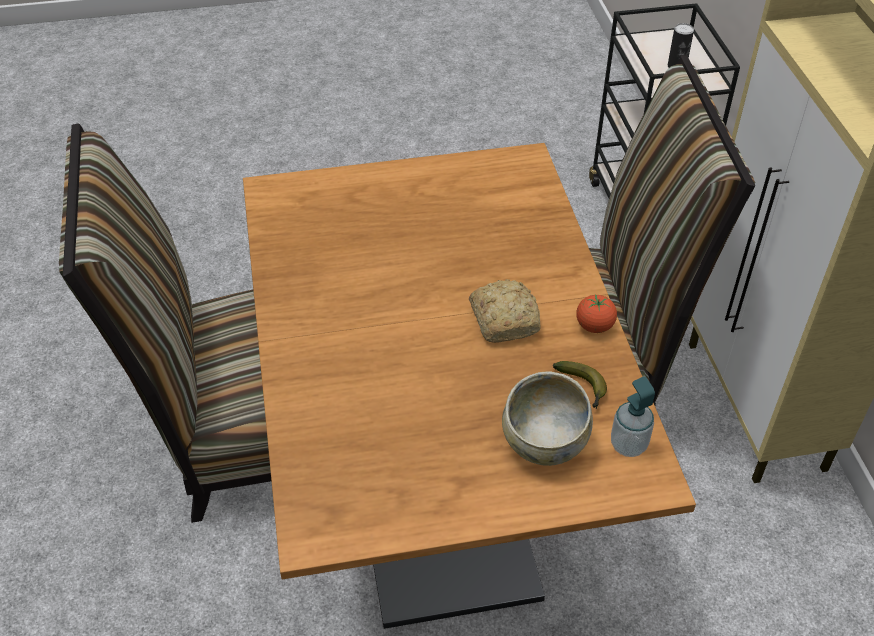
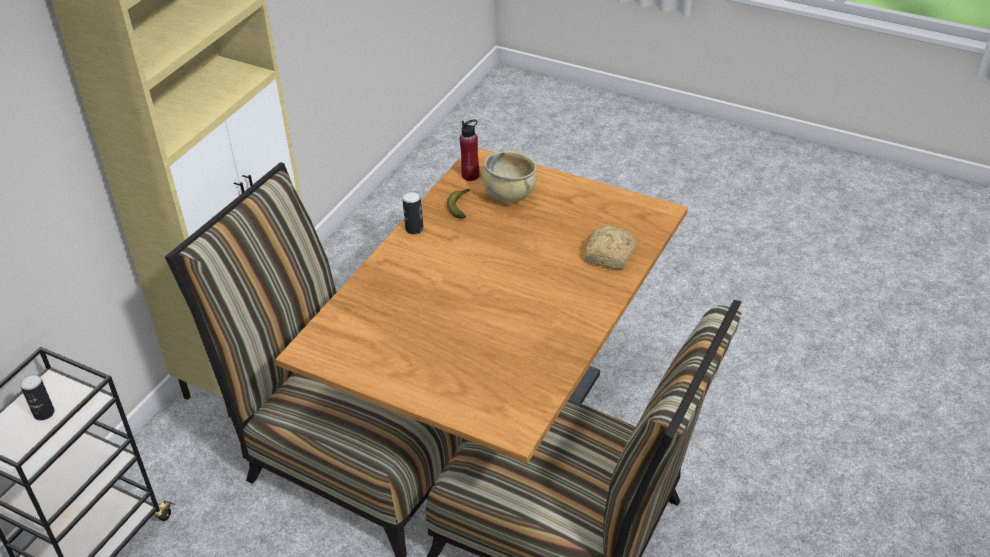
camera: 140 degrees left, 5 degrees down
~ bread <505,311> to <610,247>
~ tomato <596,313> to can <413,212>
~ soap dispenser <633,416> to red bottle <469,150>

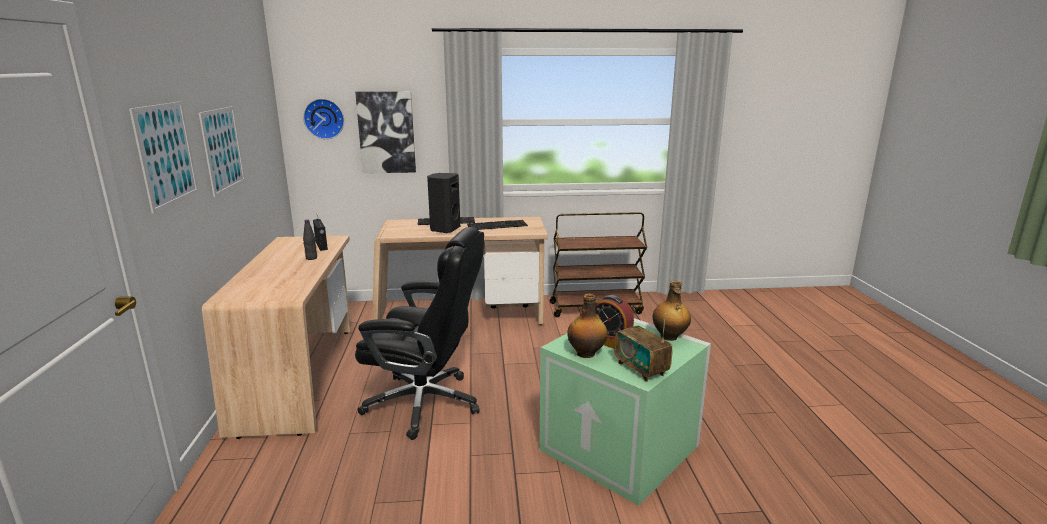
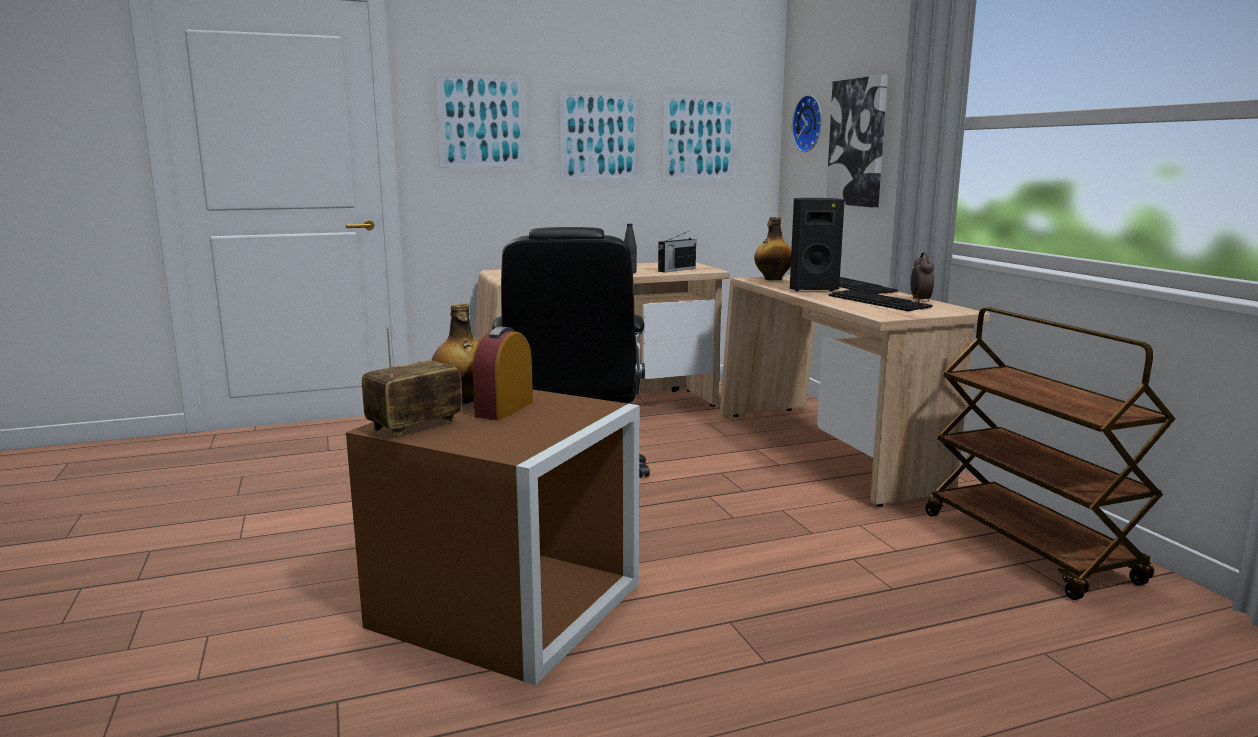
camera: 75 degrees right, 5 degrees down
~ green storage box <625,412> to brown storage box <492,537>
~ bottle <672,311> to <772,248>
+ picture <699,137>
+ alarm clock <922,277>

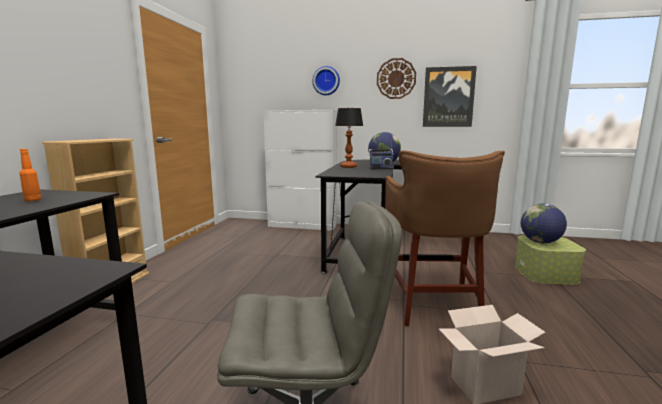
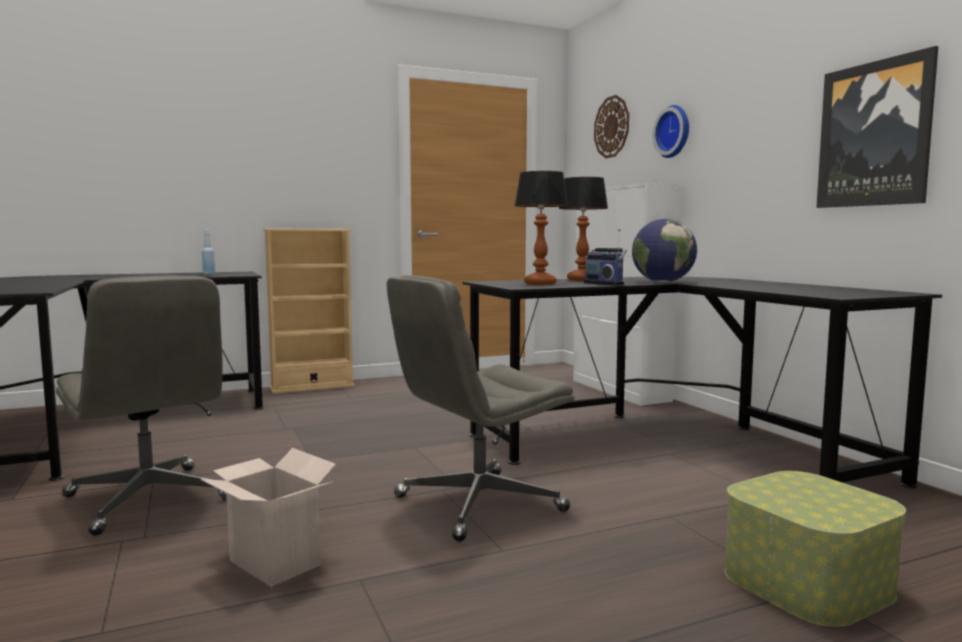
camera: 55 degrees right, 5 degrees down
~ orange bottle <30,175> to blue bottle <208,253>
~ wall clock <396,78> to <611,126>
~ brown stool <445,238> to grey office chair <481,408>
- globe <544,223>
+ table lamp <541,228>

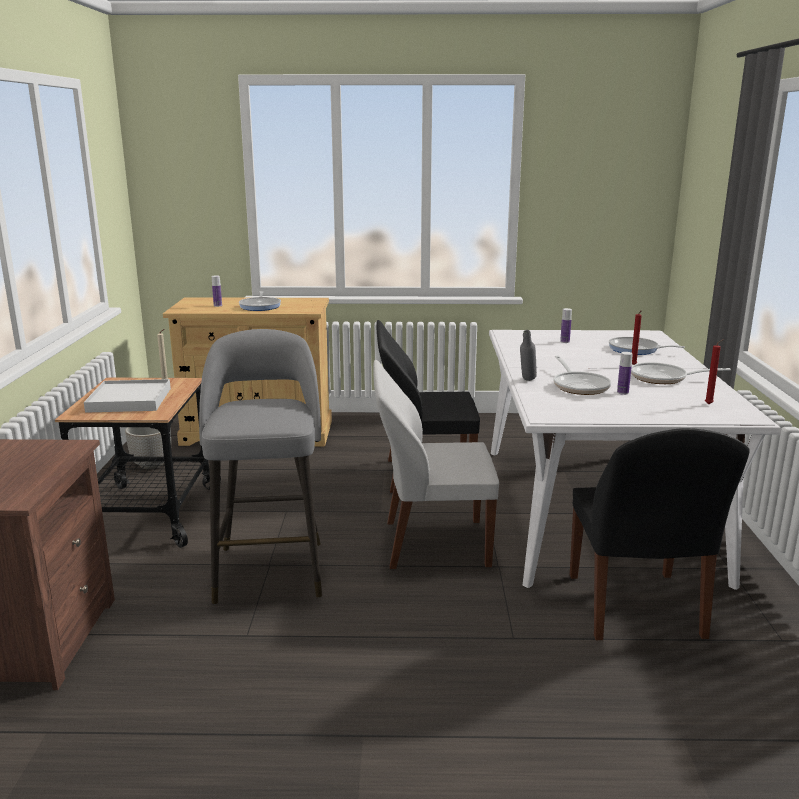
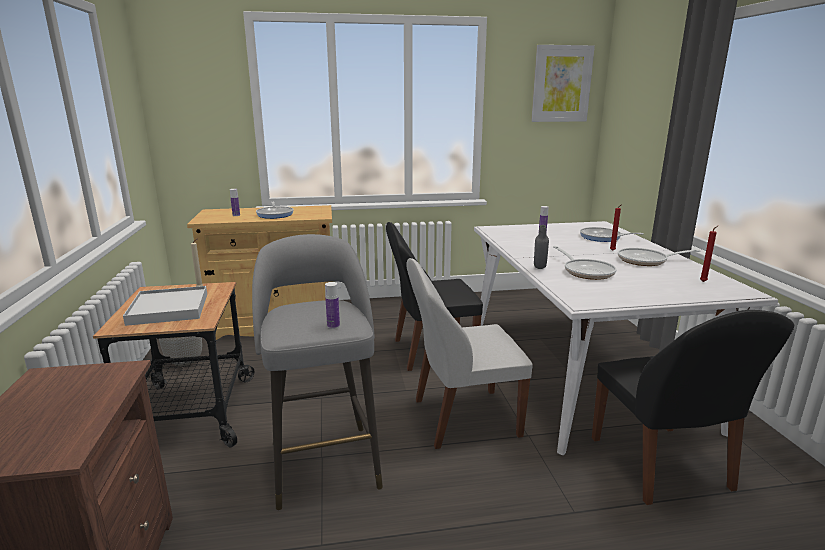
camera: 10 degrees left, 0 degrees up
~ bottle <625,373> to <332,305>
+ picture <563,83>

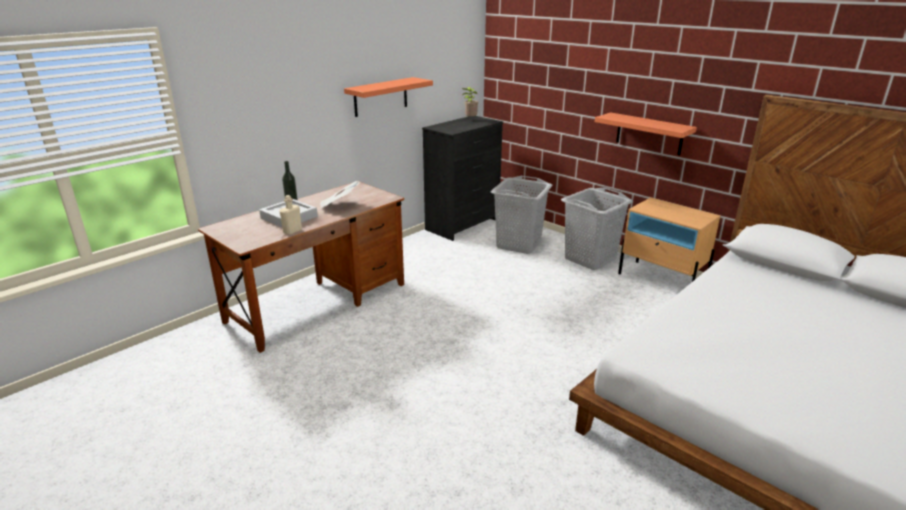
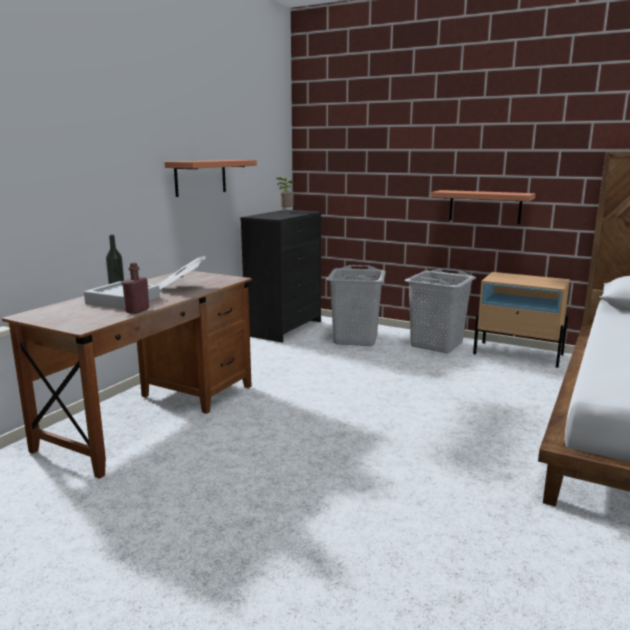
camera: 15 degrees left, 10 degrees down
~ beige bottle <290,215> to red bottle <135,288>

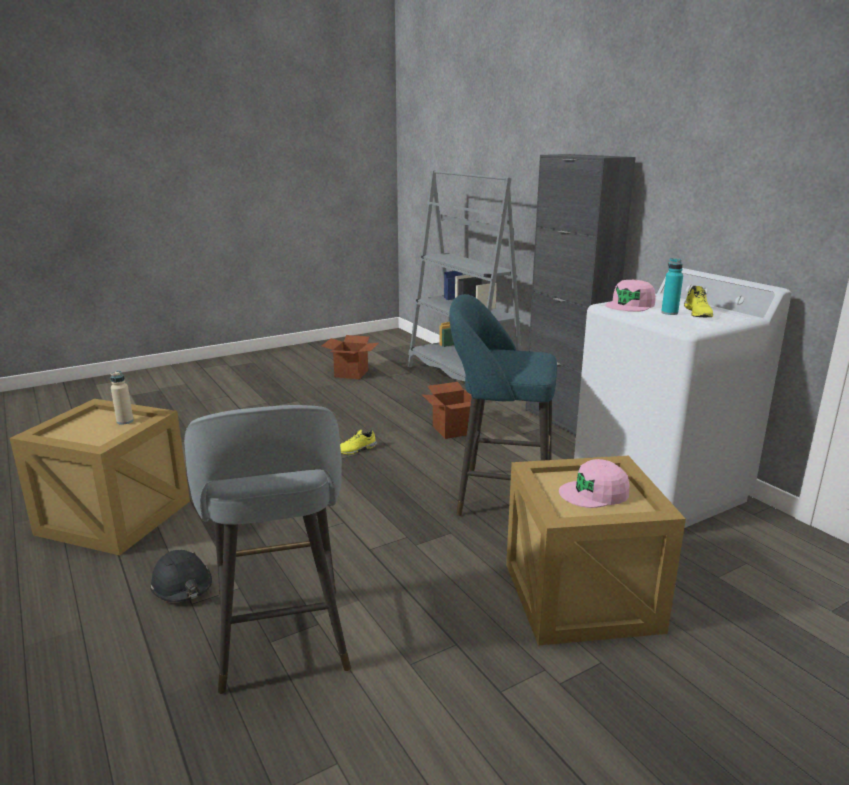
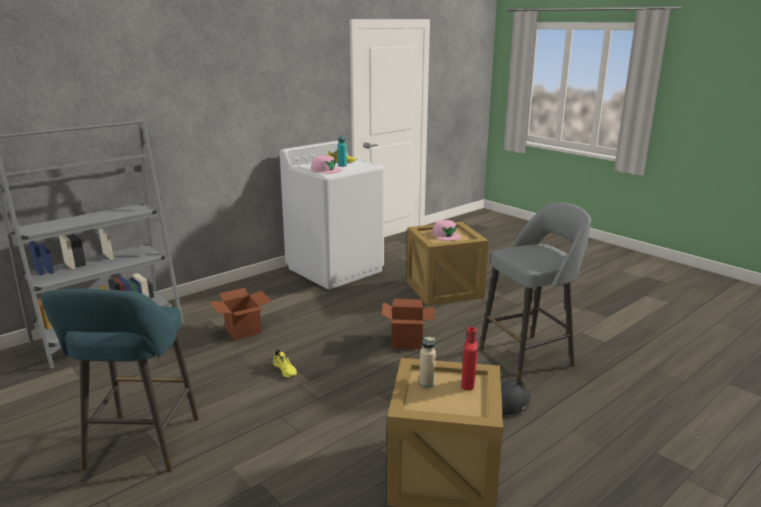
camera: 100 degrees left, 0 degrees up
~ cardboard box <350,357> to <408,324>
~ turquoise stool <503,405> to <120,380>
- black cabinet <580,294>
+ red bottle <469,359>

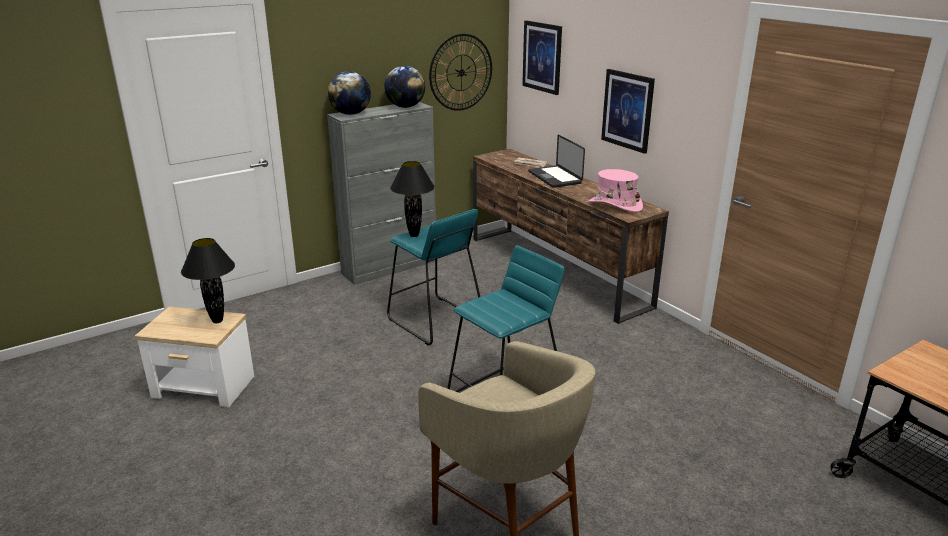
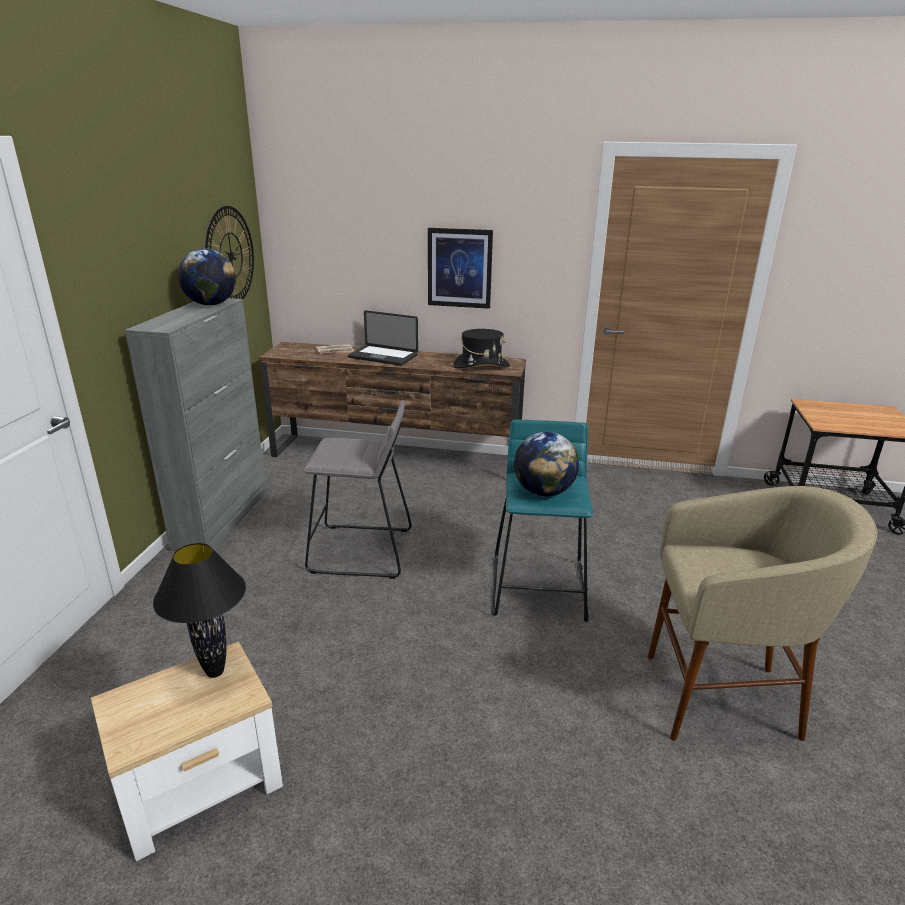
camera: 45 degrees left, 0 degrees up
~ globe <349,93> to <546,464>
~ turquoise stool <433,277> to grey stool <358,490>
- black table lamp <412,199>
- picture <542,57>
~ pink hat <616,190> to black hat <481,348>

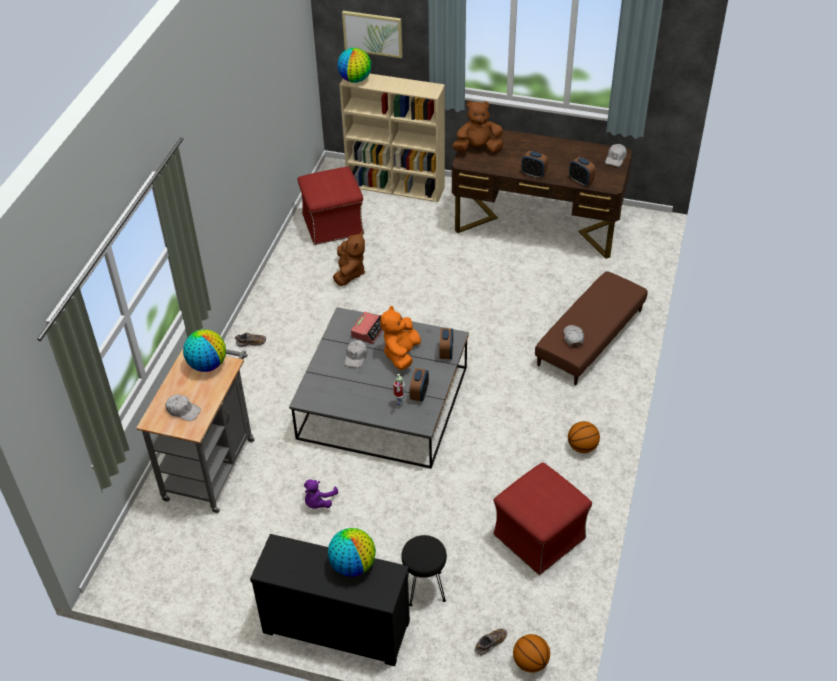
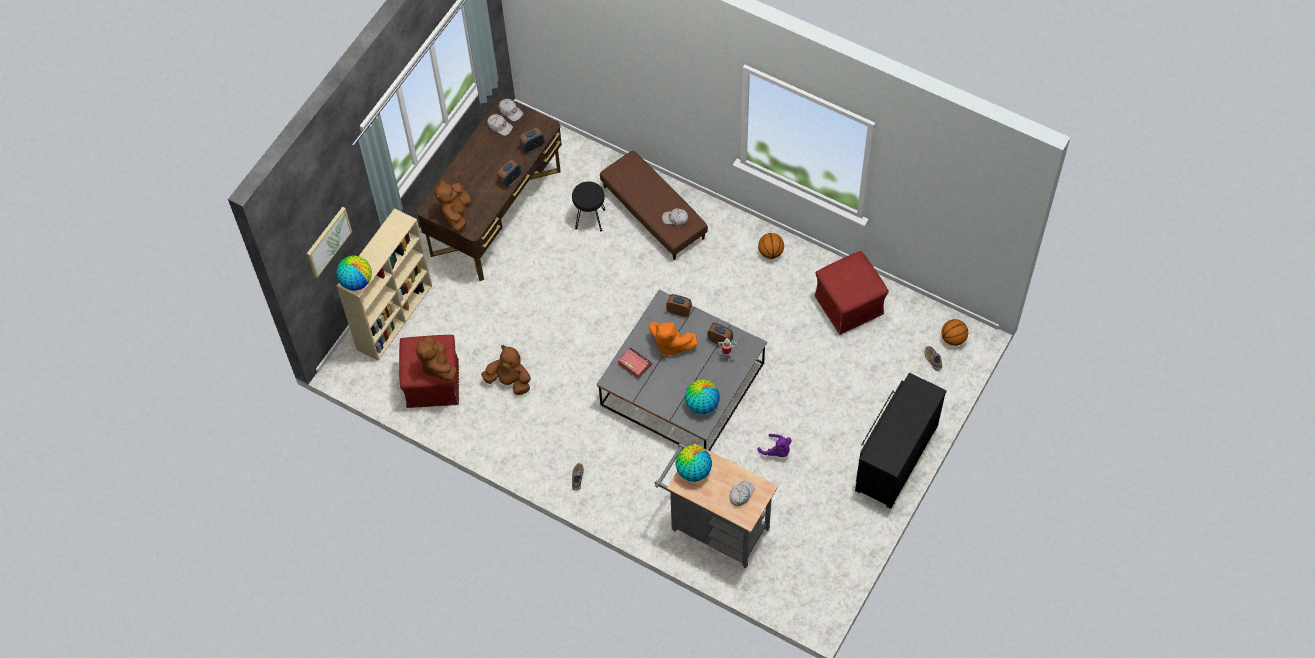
camera: 75 degrees left, 15 degrees up
~ globe <352,552> to <702,396>
~ white cap <356,354> to <500,125>
~ black stool <424,570> to <588,206>
+ brown plush toy <436,358>

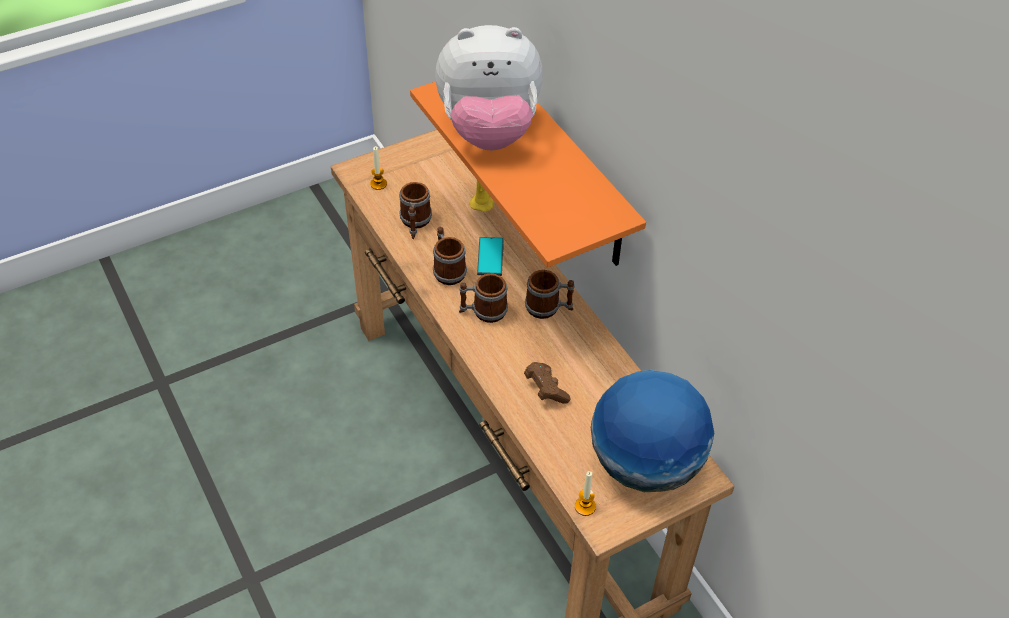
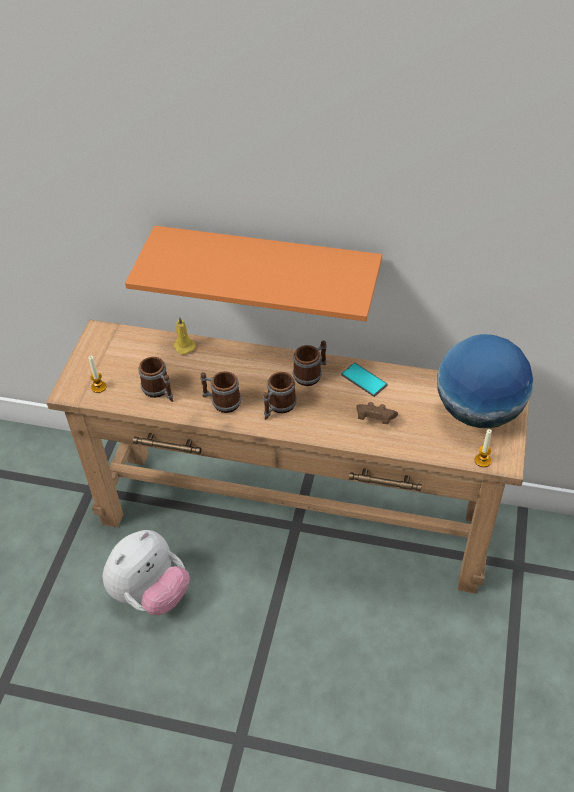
camera: 45 degrees left, 0 degrees up
~ plush toy <489,87> to <146,572>
~ phone <490,256> to <364,380>

